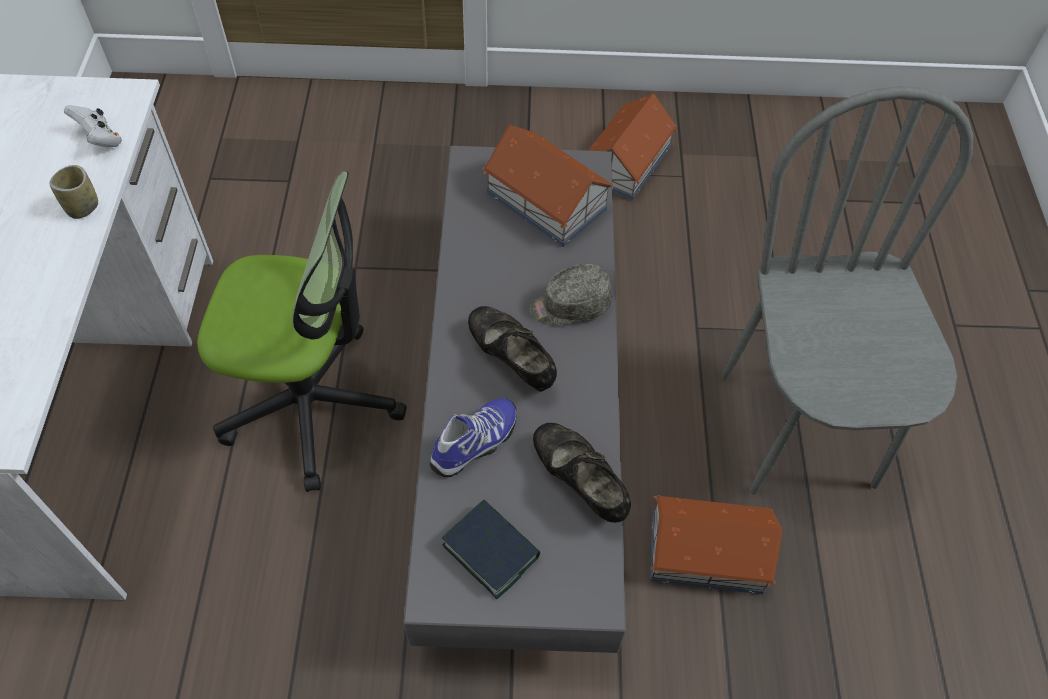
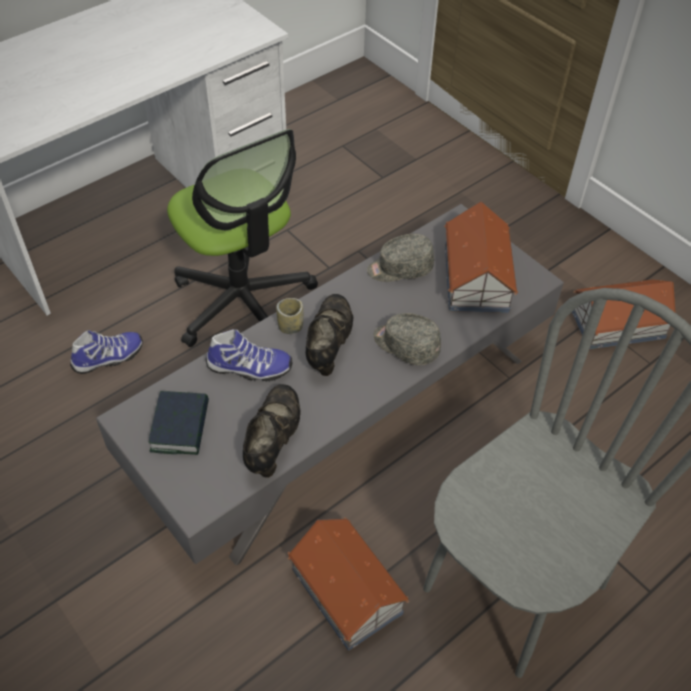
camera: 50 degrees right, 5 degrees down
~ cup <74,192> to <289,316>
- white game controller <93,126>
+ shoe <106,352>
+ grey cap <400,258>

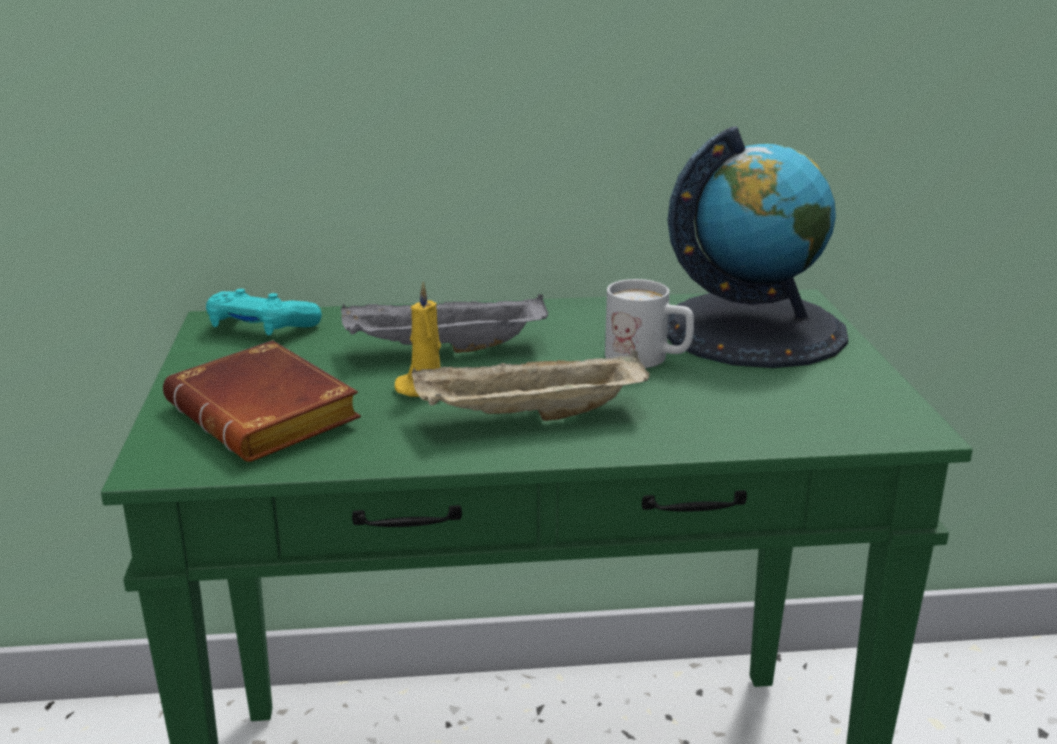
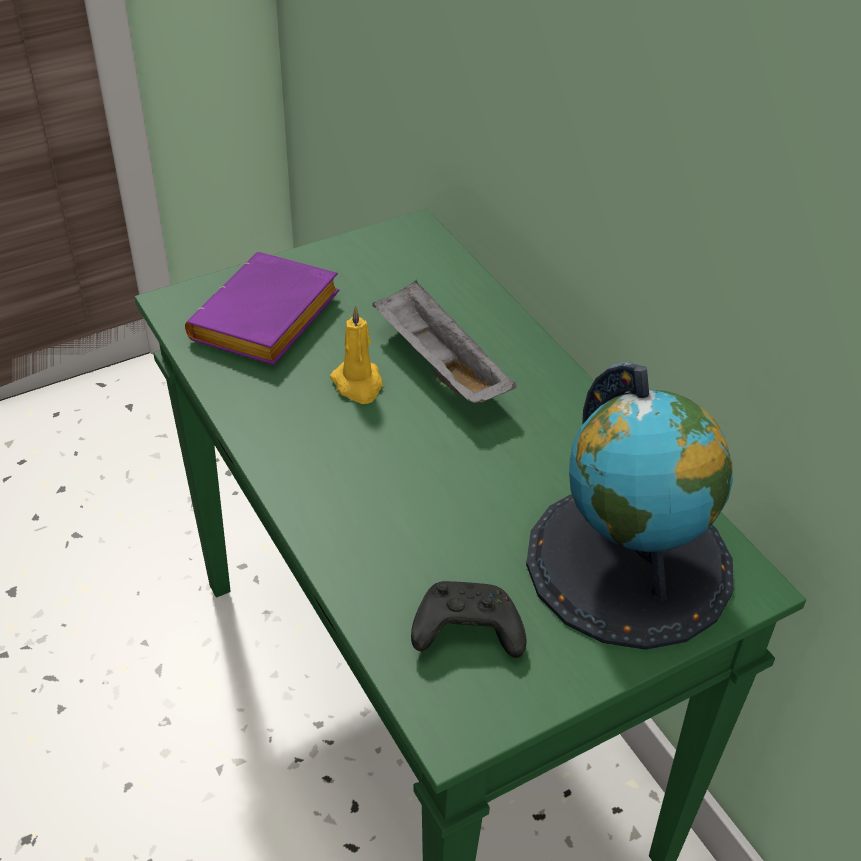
camera: 65 degrees right, 20 degrees up
~ brown book <262,401> to purple book <262,308>
- turquoise game controller <264,312>
- beige tray <530,385>
- white mug <649,323>
+ black game controller <469,619>

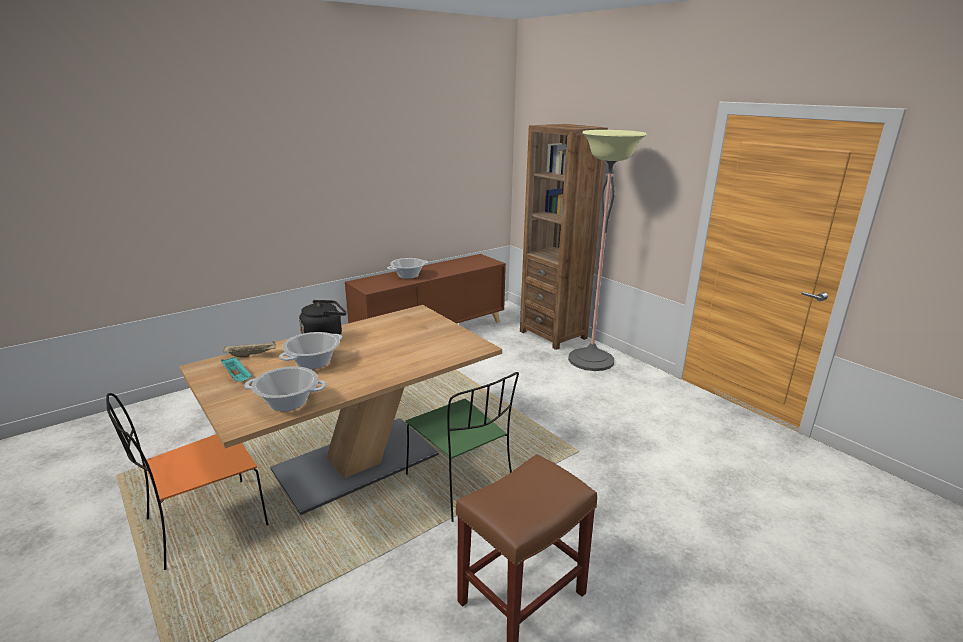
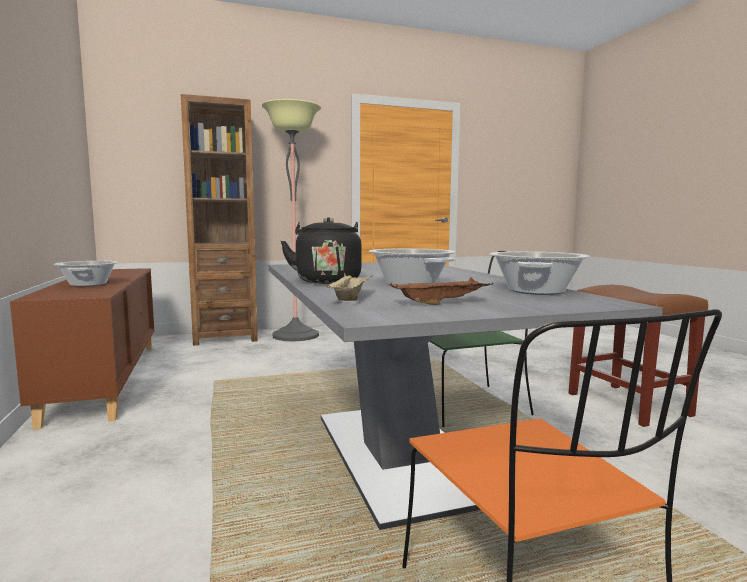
camera: 70 degrees left, 15 degrees down
~ brown dining table <340,410> to grey dining table <466,396>
~ turquoise tray <236,369> to brown tray <441,291>

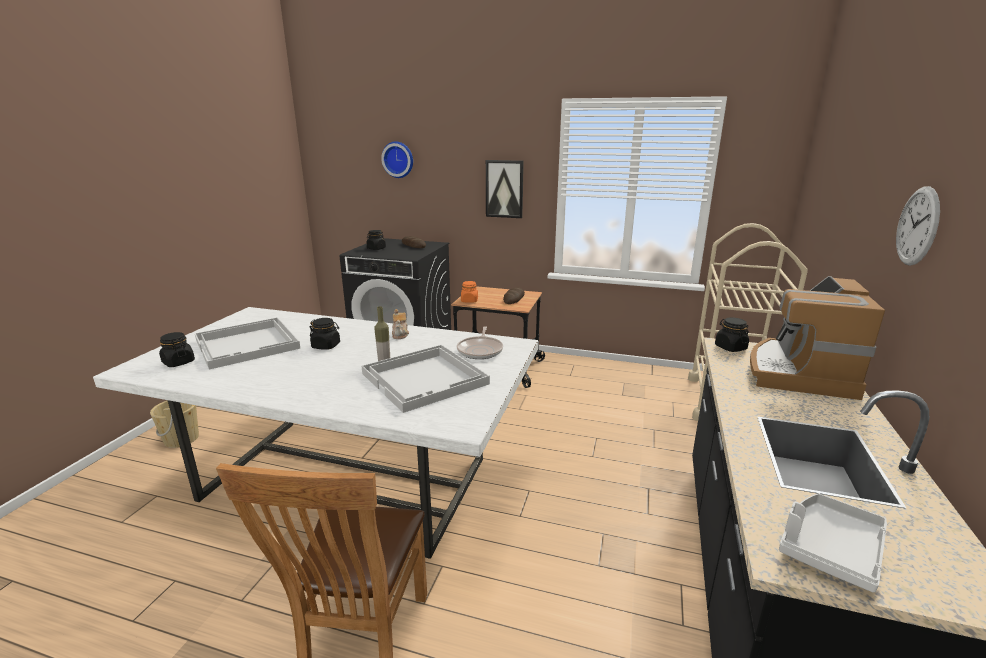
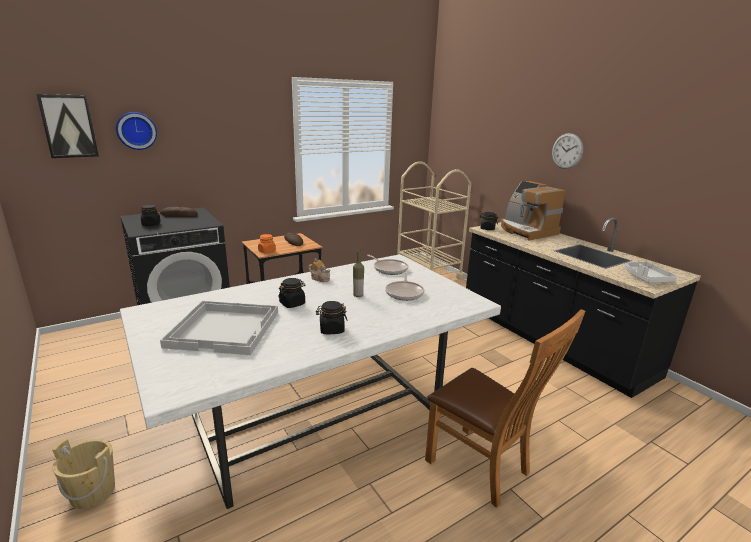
camera: 50 degrees left, 0 degrees up
~ black jar <177,349> to <331,317>
~ white tray <426,379> to frying pan <405,287>
~ picture <505,189> to <67,126>

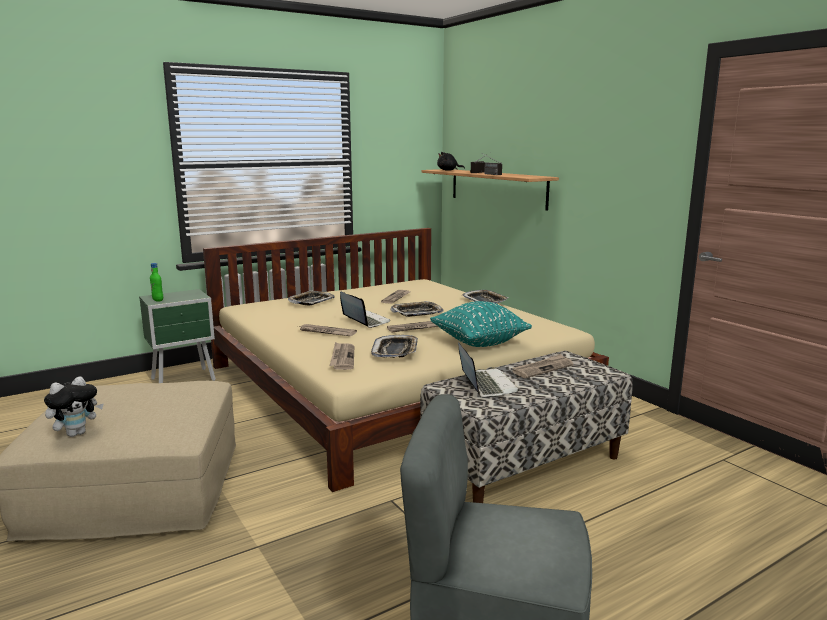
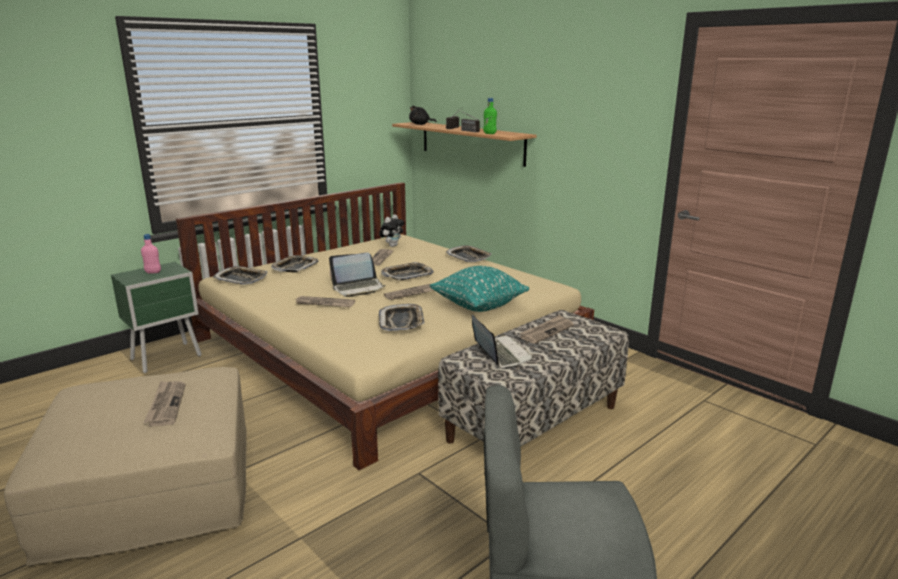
camera: 10 degrees left, 5 degrees up
~ plush toy <74,406> to <391,230>
~ green bottle <156,282> to <490,116>
~ newspaper <342,356> to <164,404>
~ laptop <365,310> = <357,275> 120 degrees clockwise
+ pink bottle <151,254>
+ tray <240,275>

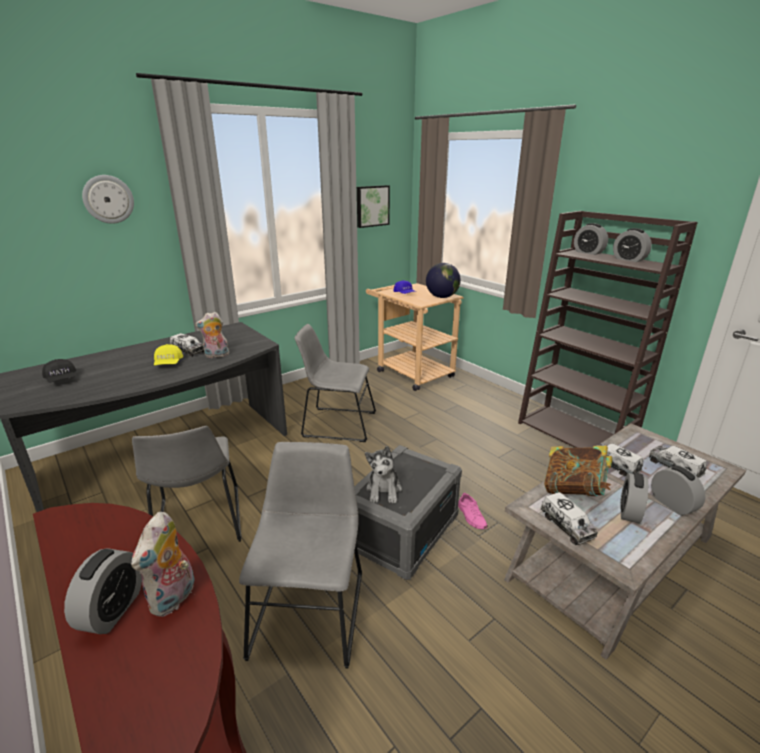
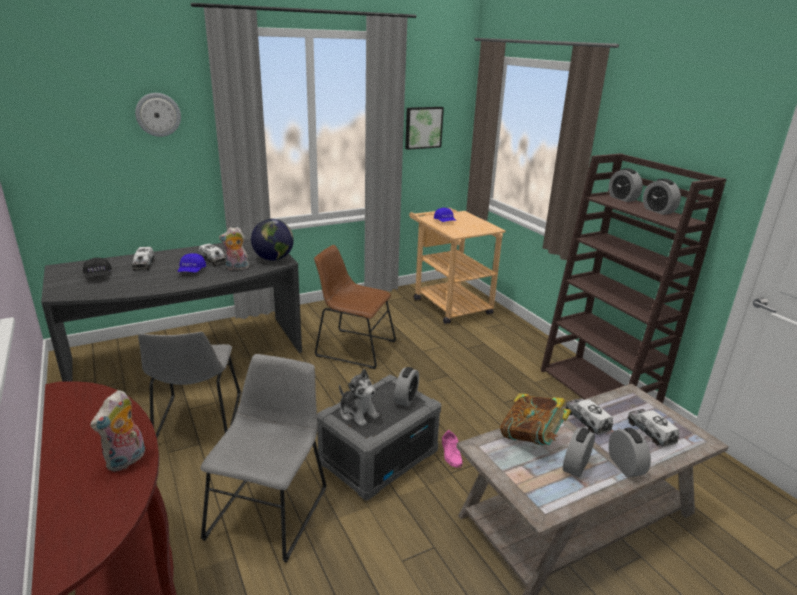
camera: 10 degrees right, 0 degrees up
~ alarm clock <103,591> to <406,387>
~ yellow cap <168,354> to blue cap <192,262>
~ grey chair <335,383> to brown chair <355,307>
~ plush toy <383,474> = <359,398> 60 degrees counterclockwise
~ globe <443,280> to <272,240>
~ toy truck <569,518> to <143,259>

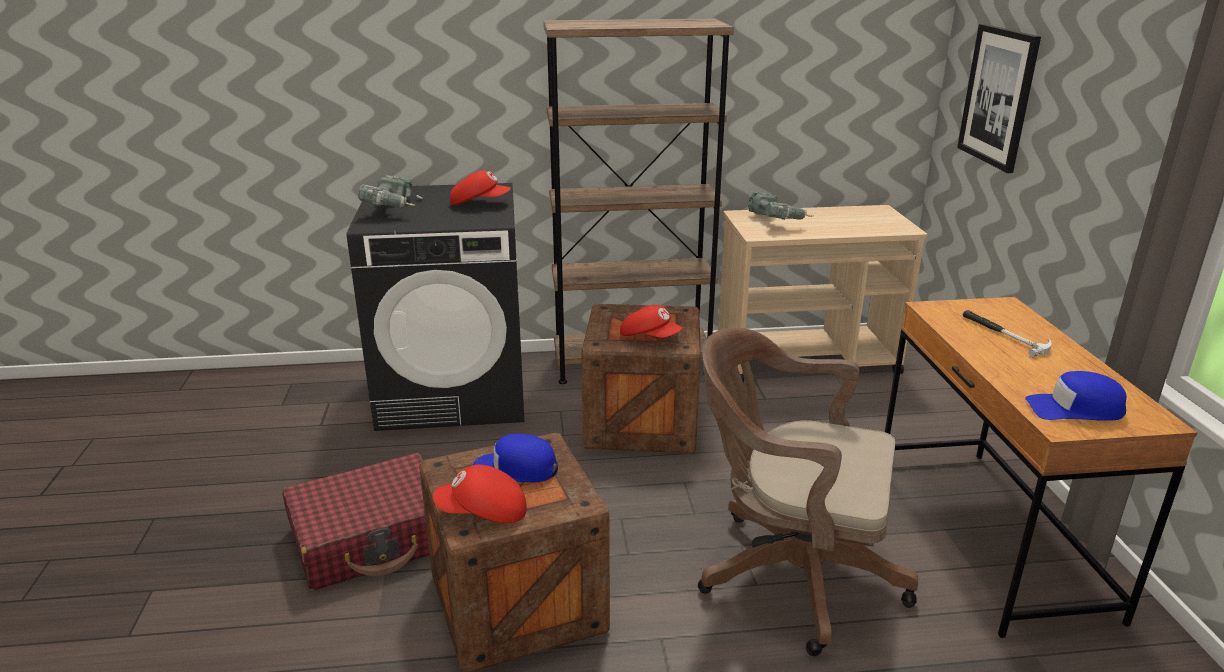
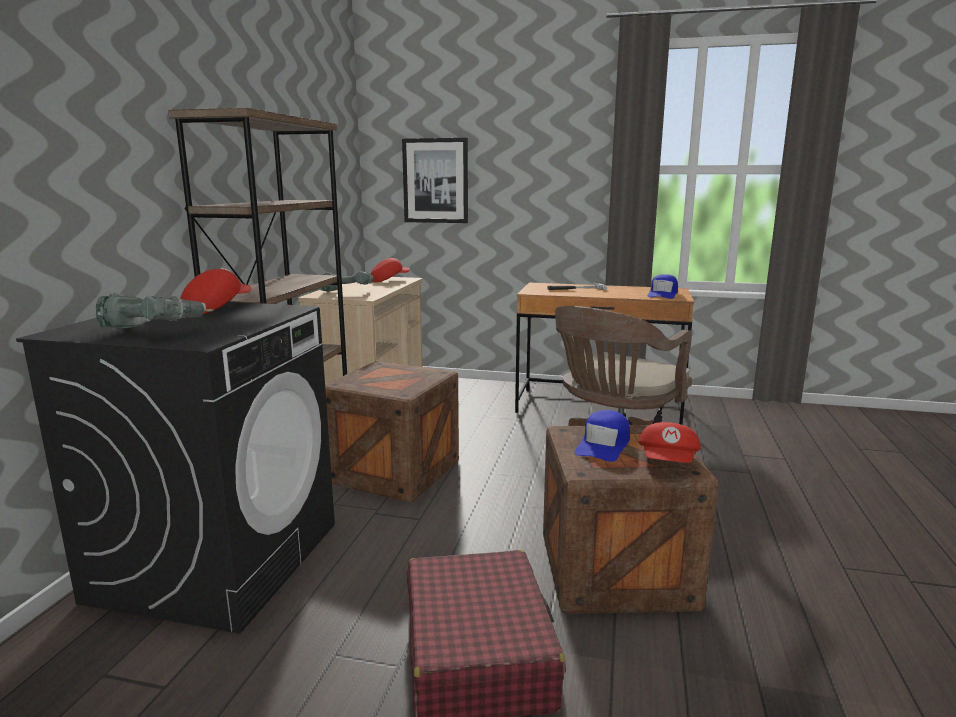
camera: 70 degrees left, 10 degrees down
~ red cap <651,321> to <390,270>

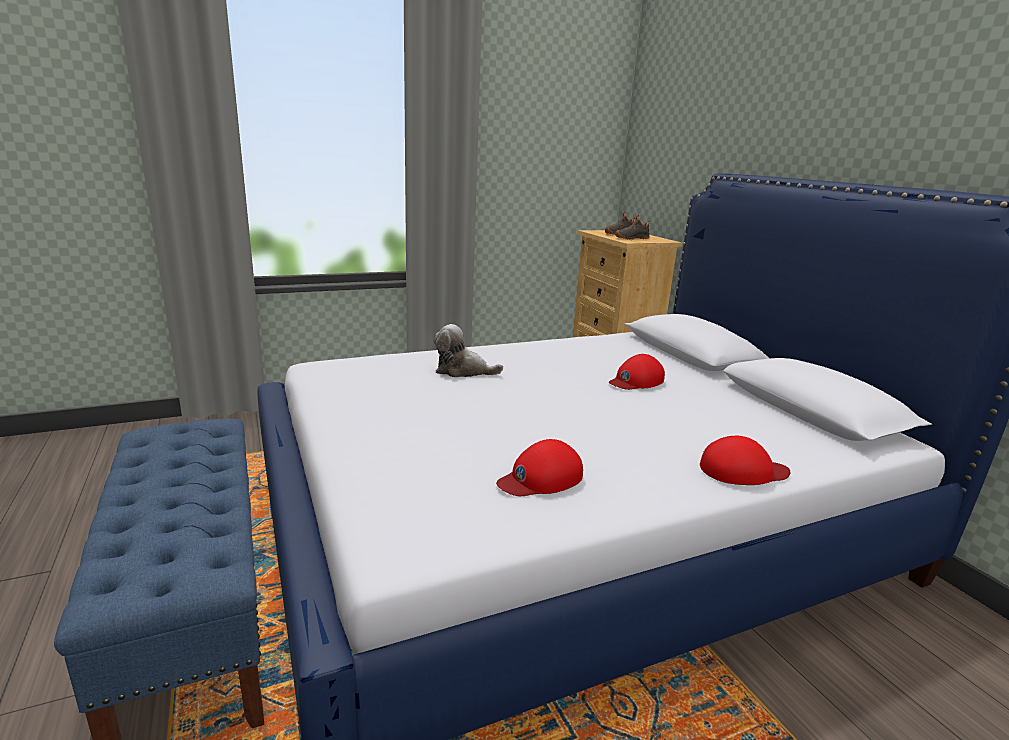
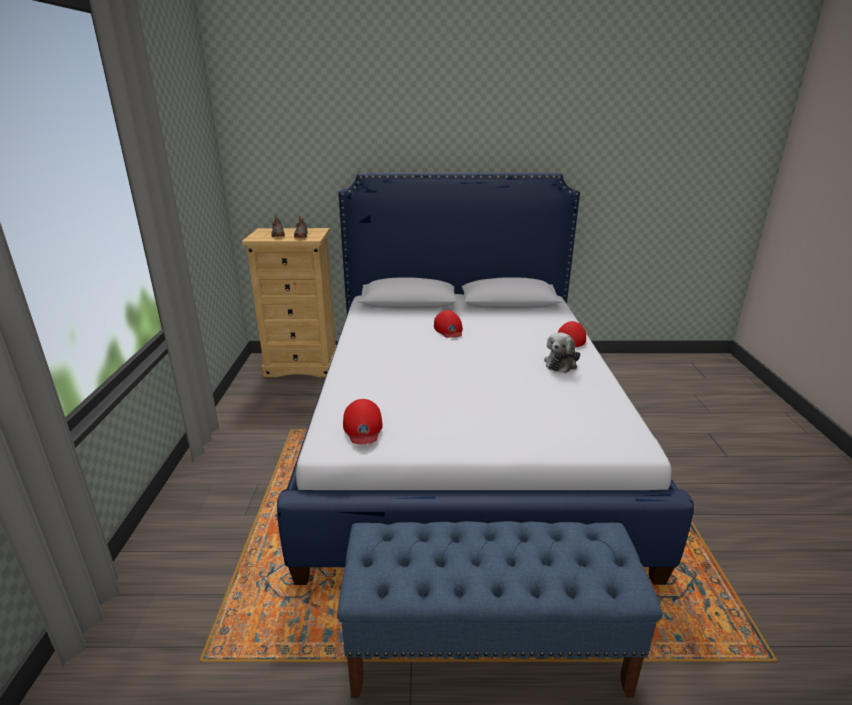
camera: 65 degrees left, 5 degrees up
~ plush toy <468,350> to <562,353>
~ red cap <539,467> to <363,421>

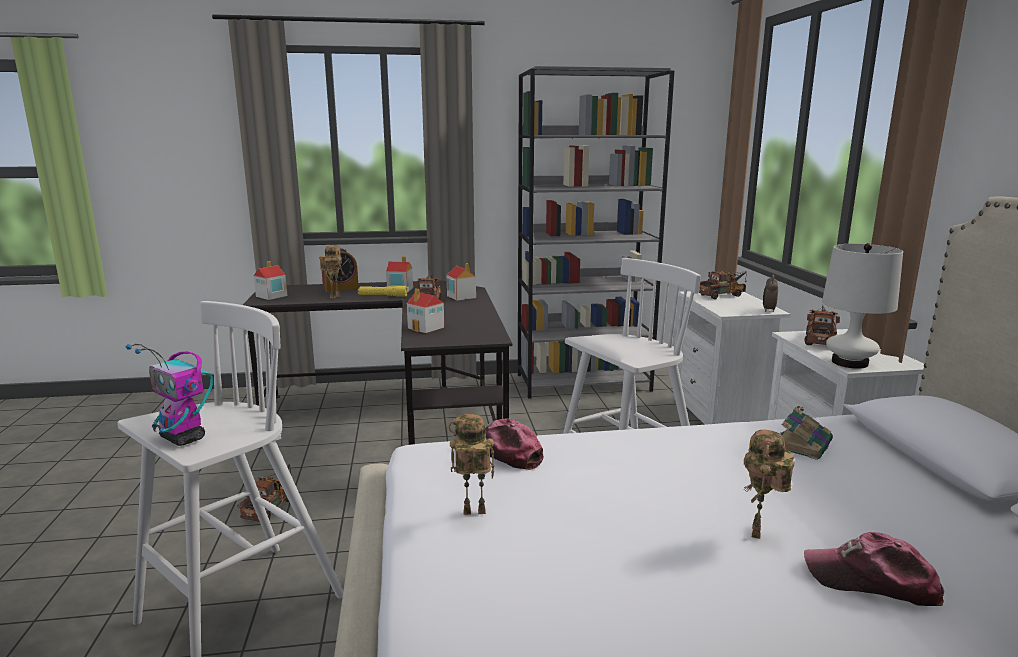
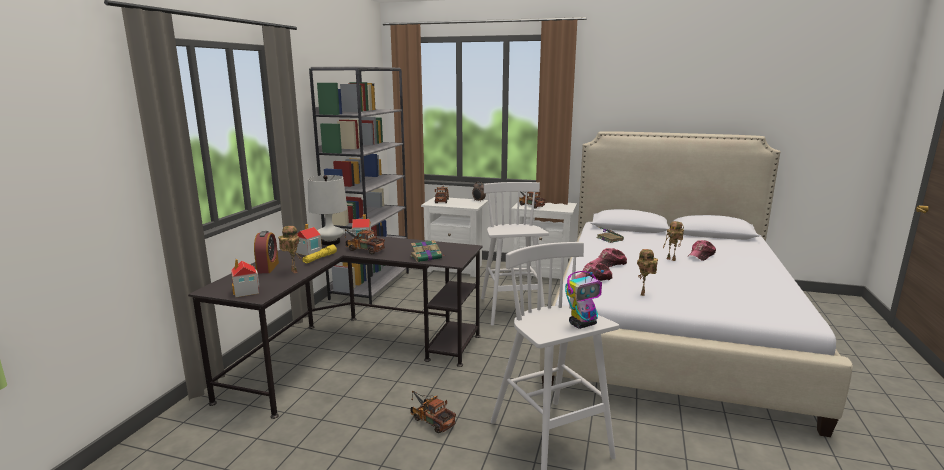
camera: 65 degrees left, 0 degrees up
~ toy house <425,310> to book <428,251>
~ white table lamp <862,306> to <327,210>
+ cap <609,257>

